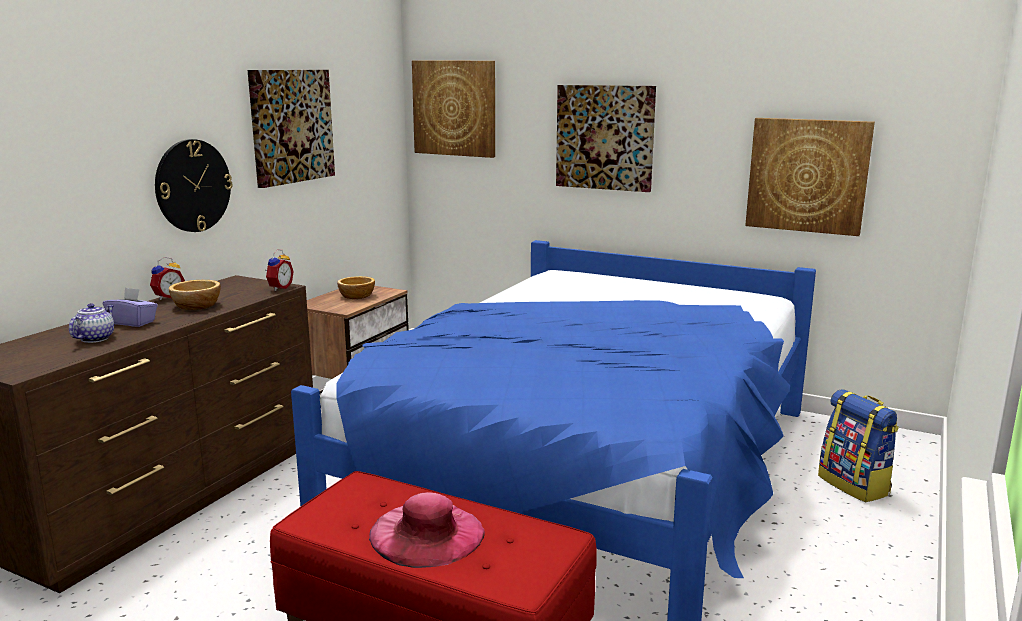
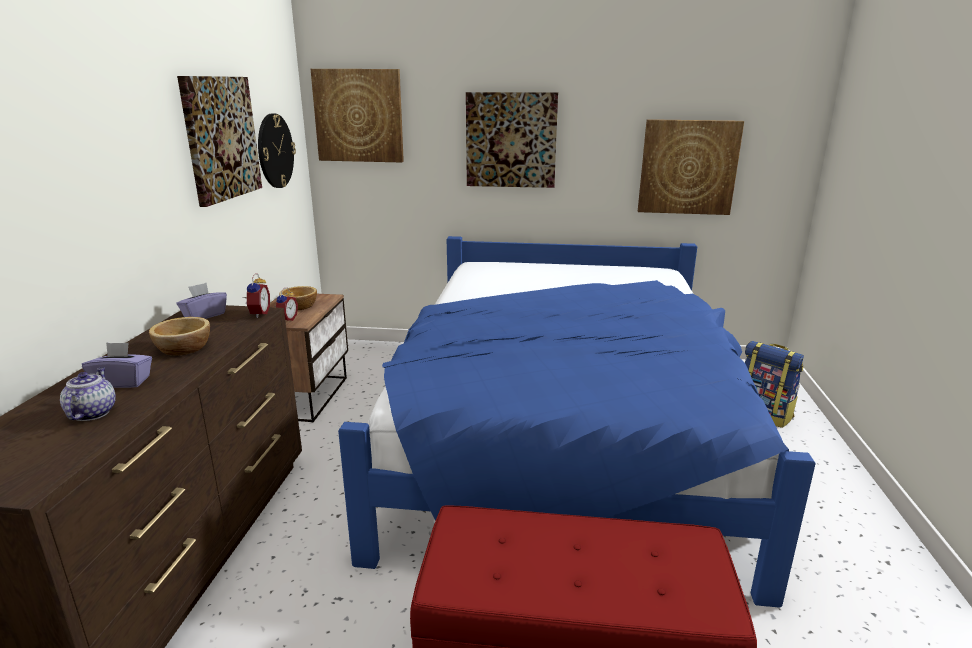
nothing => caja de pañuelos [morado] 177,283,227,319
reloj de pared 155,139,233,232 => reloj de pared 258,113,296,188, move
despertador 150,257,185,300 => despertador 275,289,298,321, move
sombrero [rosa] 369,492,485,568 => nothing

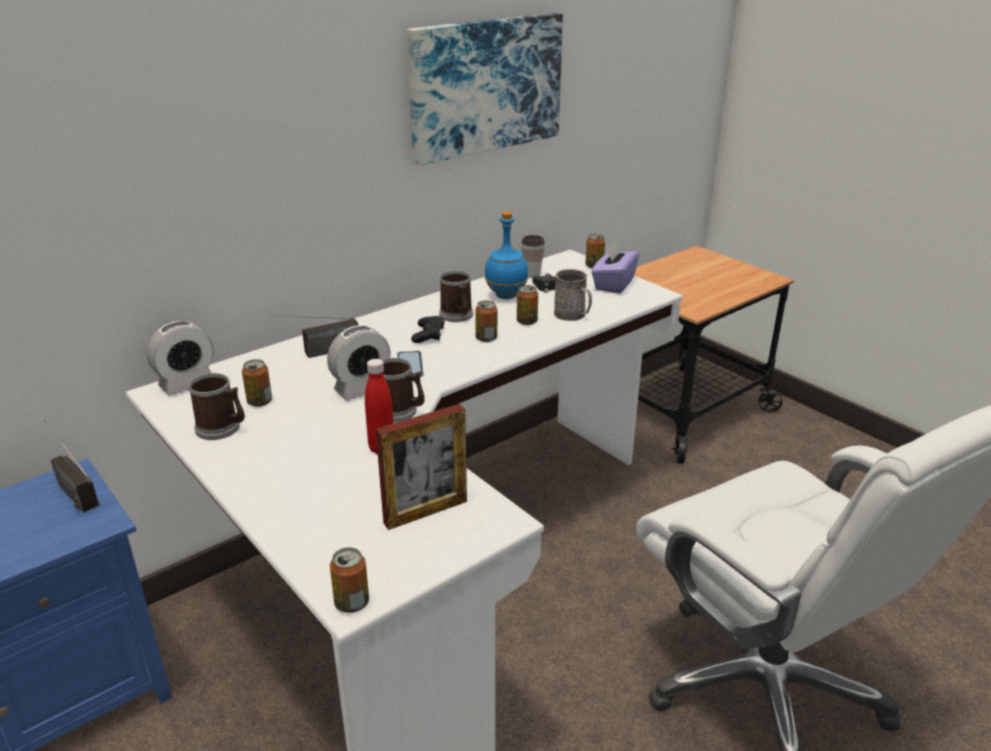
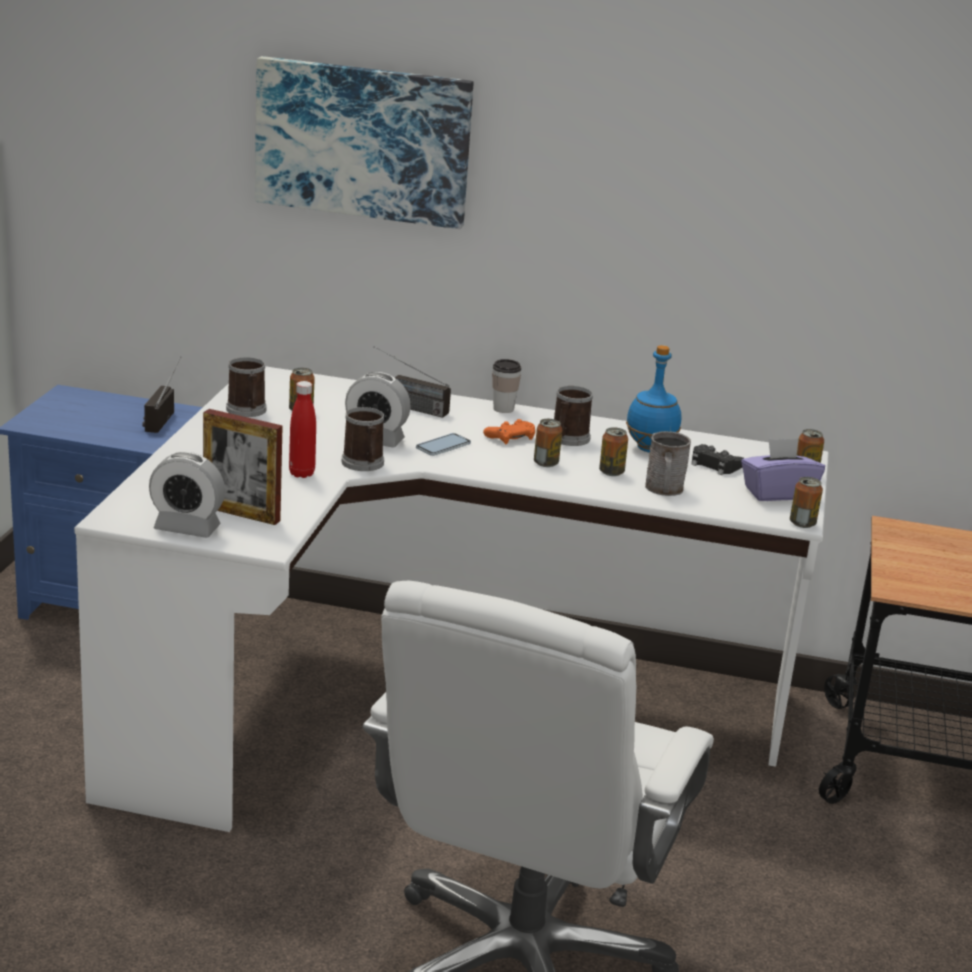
despertador 147,321,214,396 => despertador 149,452,225,538, move
cuadro 407,13,563,165 => cuadro 255,56,474,229, move
mando de consola [negro] 411,316,444,343 => mando de consola [naranja] 483,419,535,444
taza 522,235,545,278 => taza 492,359,521,413, move
lata 330,547,369,613 => lata 790,477,823,528, move

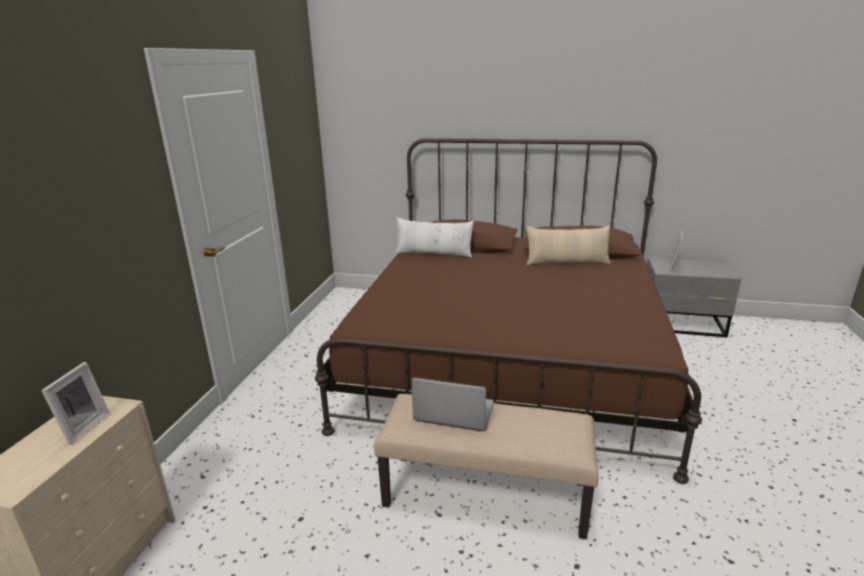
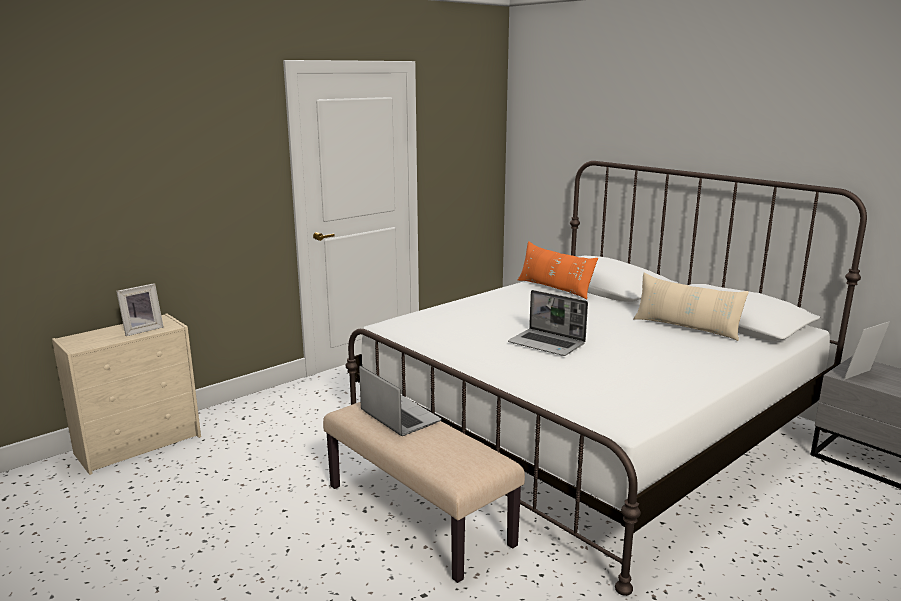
cama [marrón] 315,138,702,484 => cama [blanco] 345,161,867,596
nothing => portátil 508,290,588,356
cojín [blanco] 395,217,474,258 => cojín [naranja] 518,241,598,300

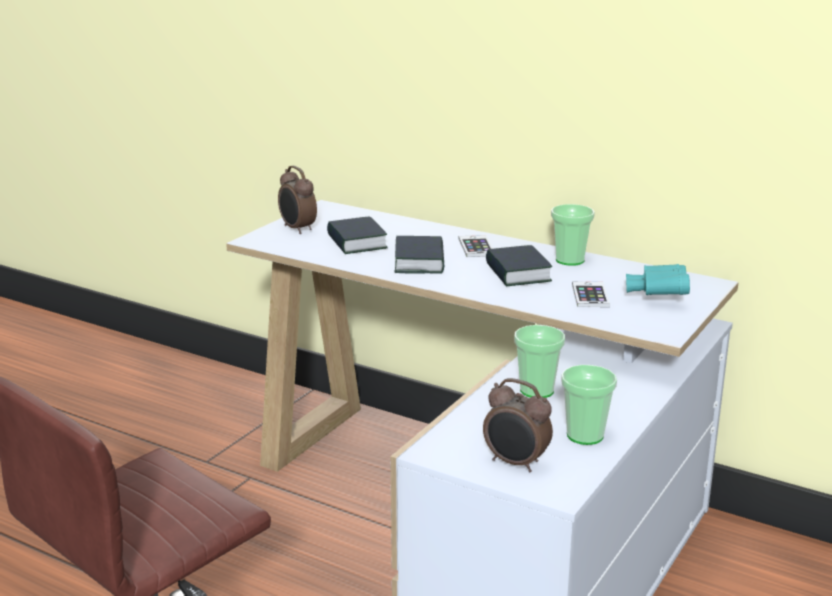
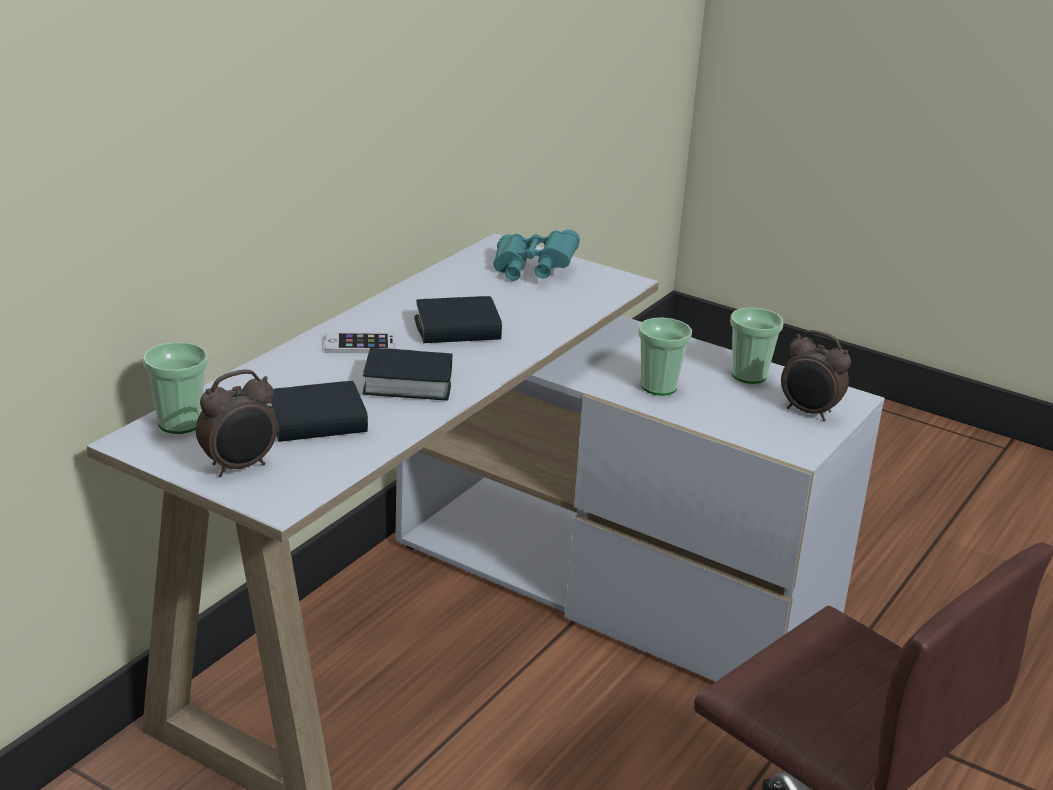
taza 551,204,595,266 => taza 143,342,208,434, move
despertador 483,378,553,472 => despertador 781,330,851,421, 90 degrees clockwise
móvil 572,281,610,307 => nothing

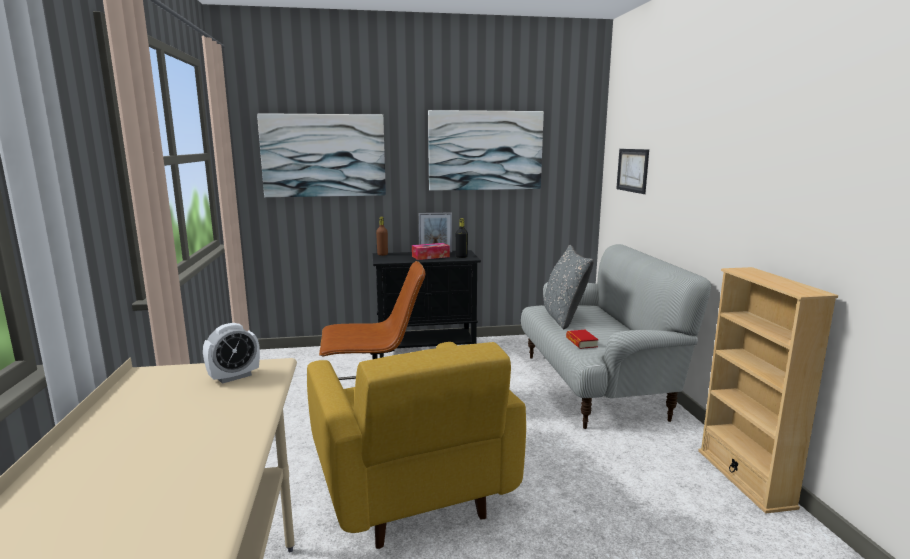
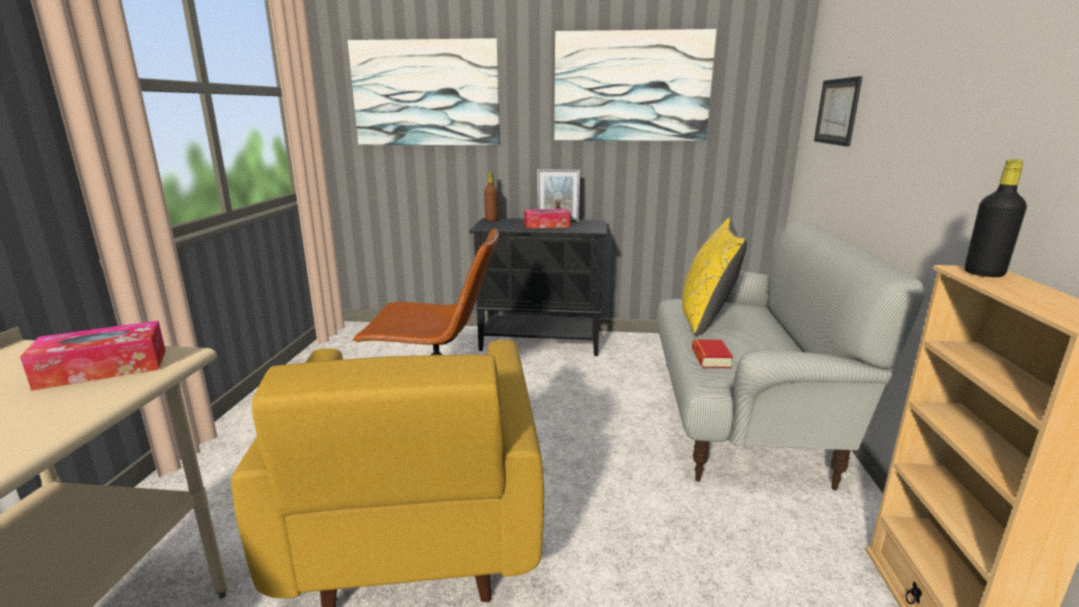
despertador 203,323,260,384 => caja de pañuelos 20,321,166,391
cojín [gris] 544,245,594,329 => cojín [amarillo] 682,218,747,336
botella [negro] 456,218,468,258 => botella [negro] 965,159,1027,277, move

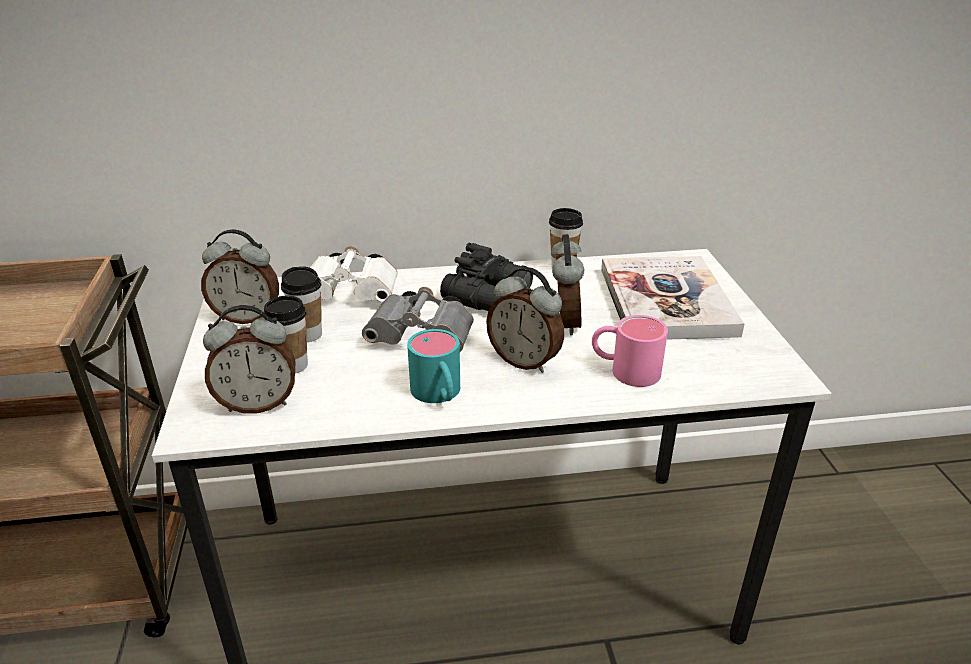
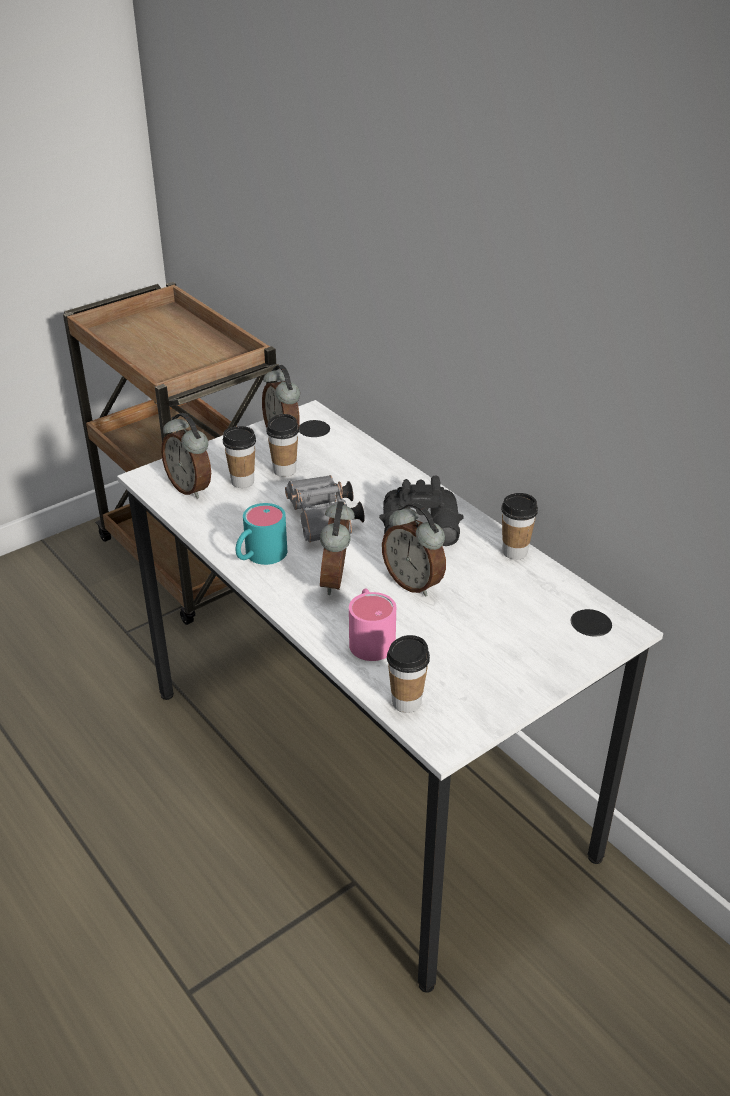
despertador 551,234,584,336 => despertador 382,503,446,597, 75 degrees clockwise
nothing => taza 387,635,430,713
prismáticos [blanco] 310,246,398,303 => nothing
libro 601,256,744,340 => nothing

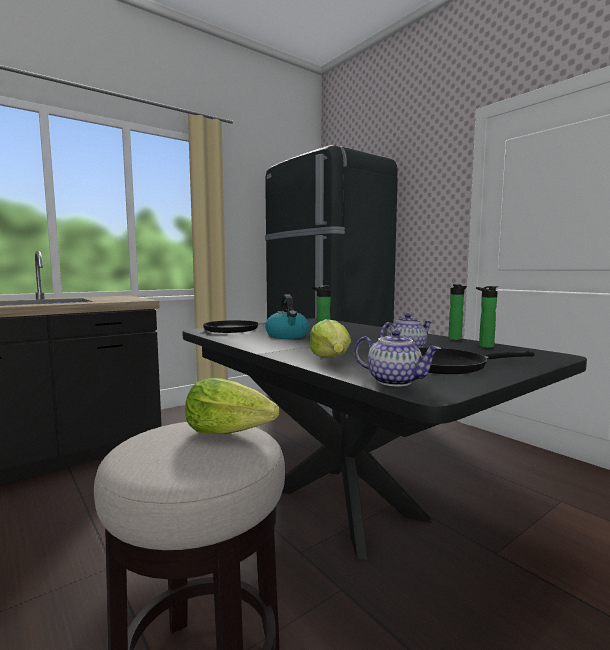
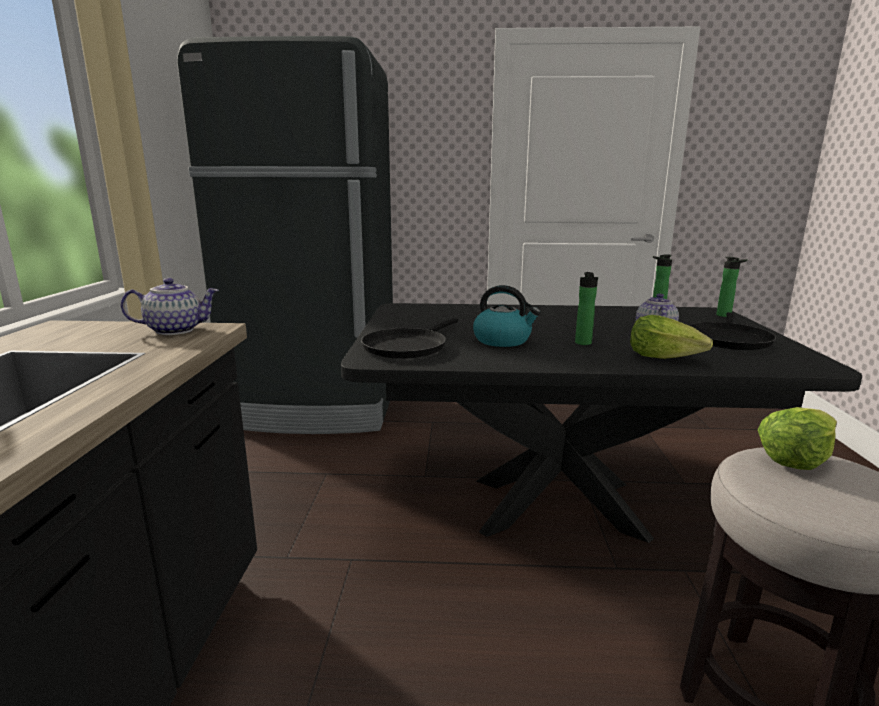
tetera 354,330,441,387 => tetera 121,278,219,335, move
botella 448,284,467,340 => botella 716,257,747,317, move

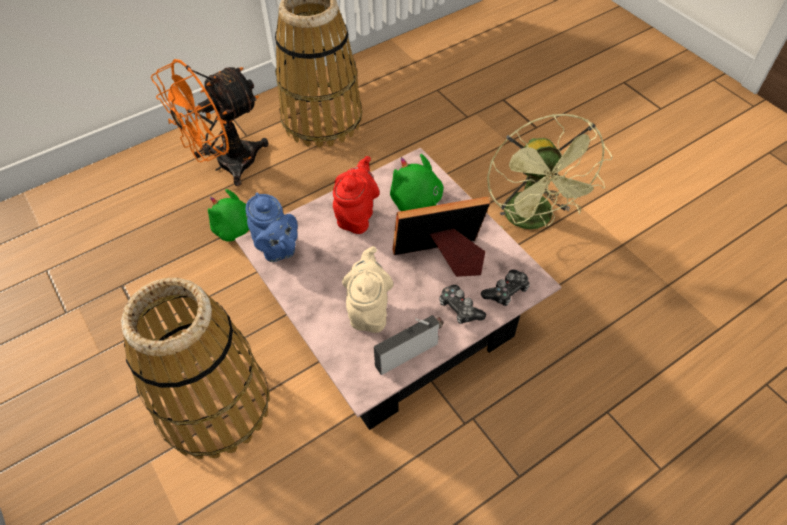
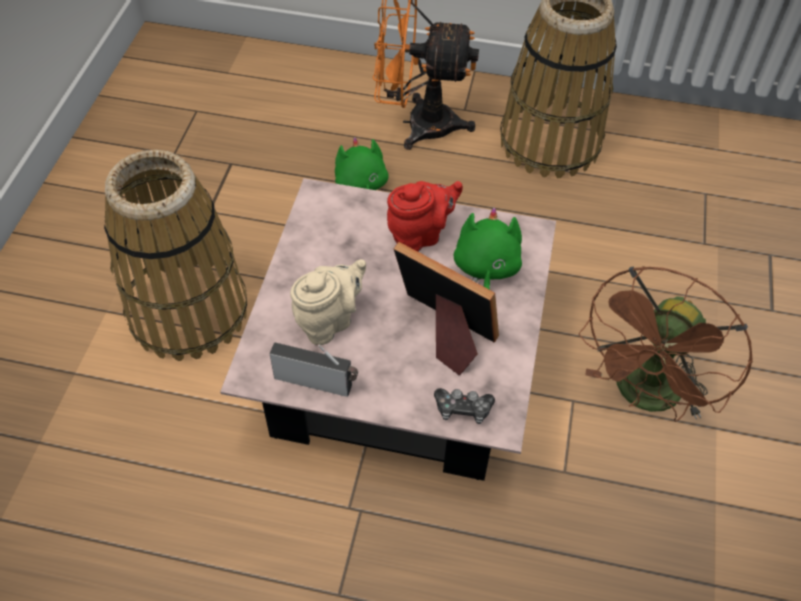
ventilador [verde] 487,114,613,229 => ventilador [marrón] 579,266,753,422
tetera [azul] 245,192,298,262 => nothing
mando de consola 439,285,486,324 => nothing

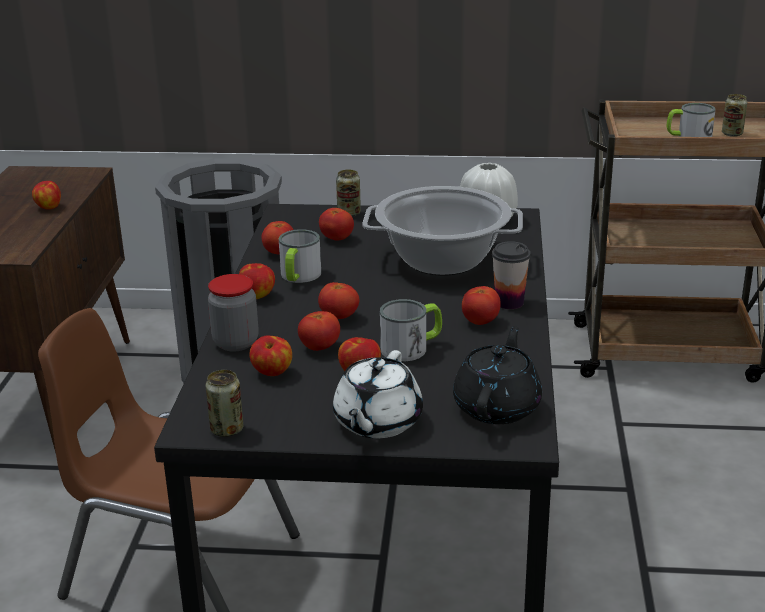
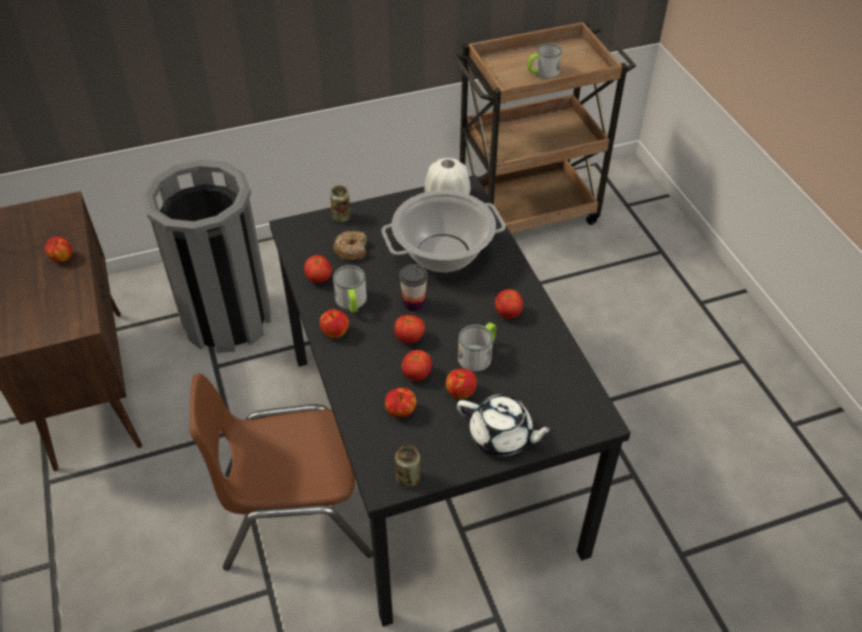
tomate 319,208,354,241 => rosquilla 333,231,367,260
taza 492,241,531,309 => taza 399,264,428,312, move
tetera [blanco] 333,350,423,438 => tetera [blanco] 457,394,555,456, 60 degrees counterclockwise
tarro 208,274,259,352 => nothing
tetera [negro] 453,326,542,424 => nothing
lata 722,94,747,137 => nothing

